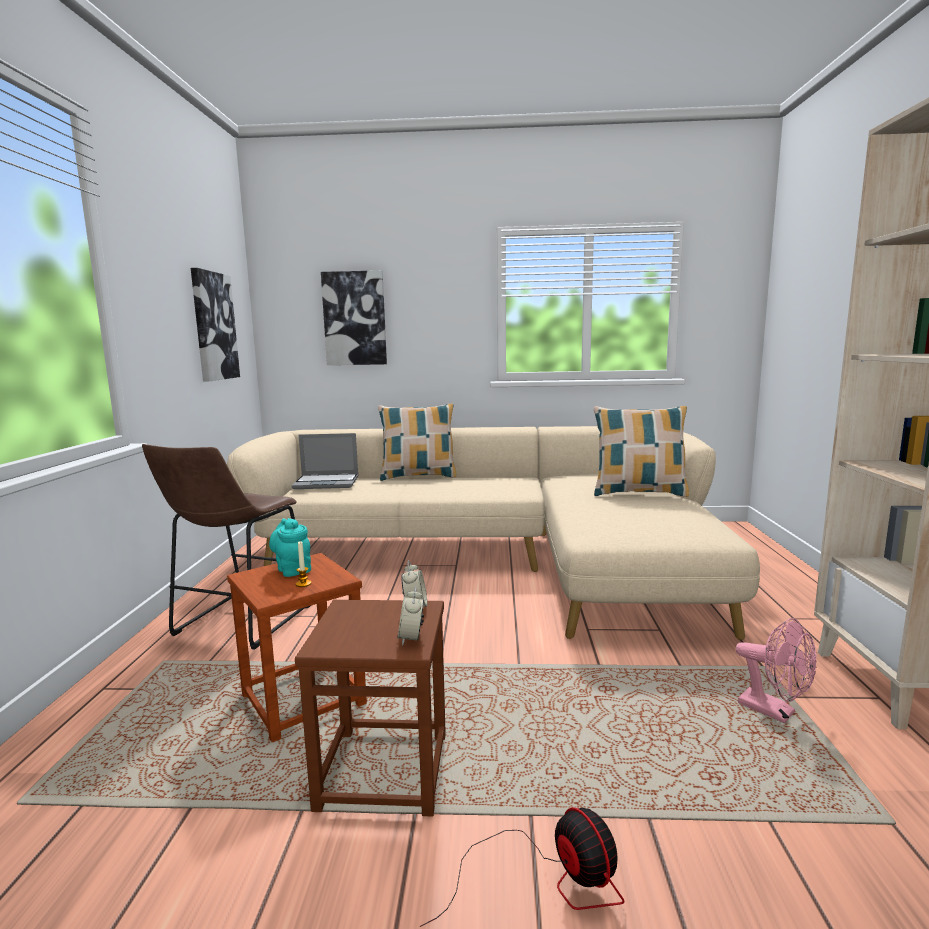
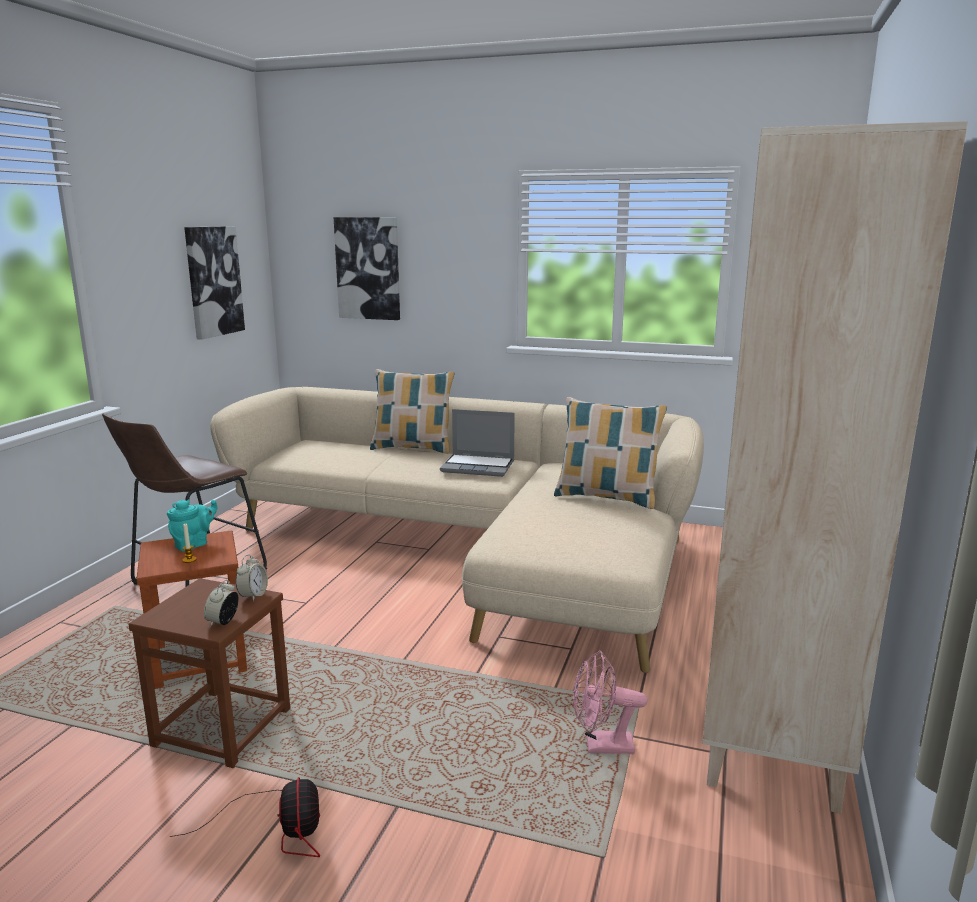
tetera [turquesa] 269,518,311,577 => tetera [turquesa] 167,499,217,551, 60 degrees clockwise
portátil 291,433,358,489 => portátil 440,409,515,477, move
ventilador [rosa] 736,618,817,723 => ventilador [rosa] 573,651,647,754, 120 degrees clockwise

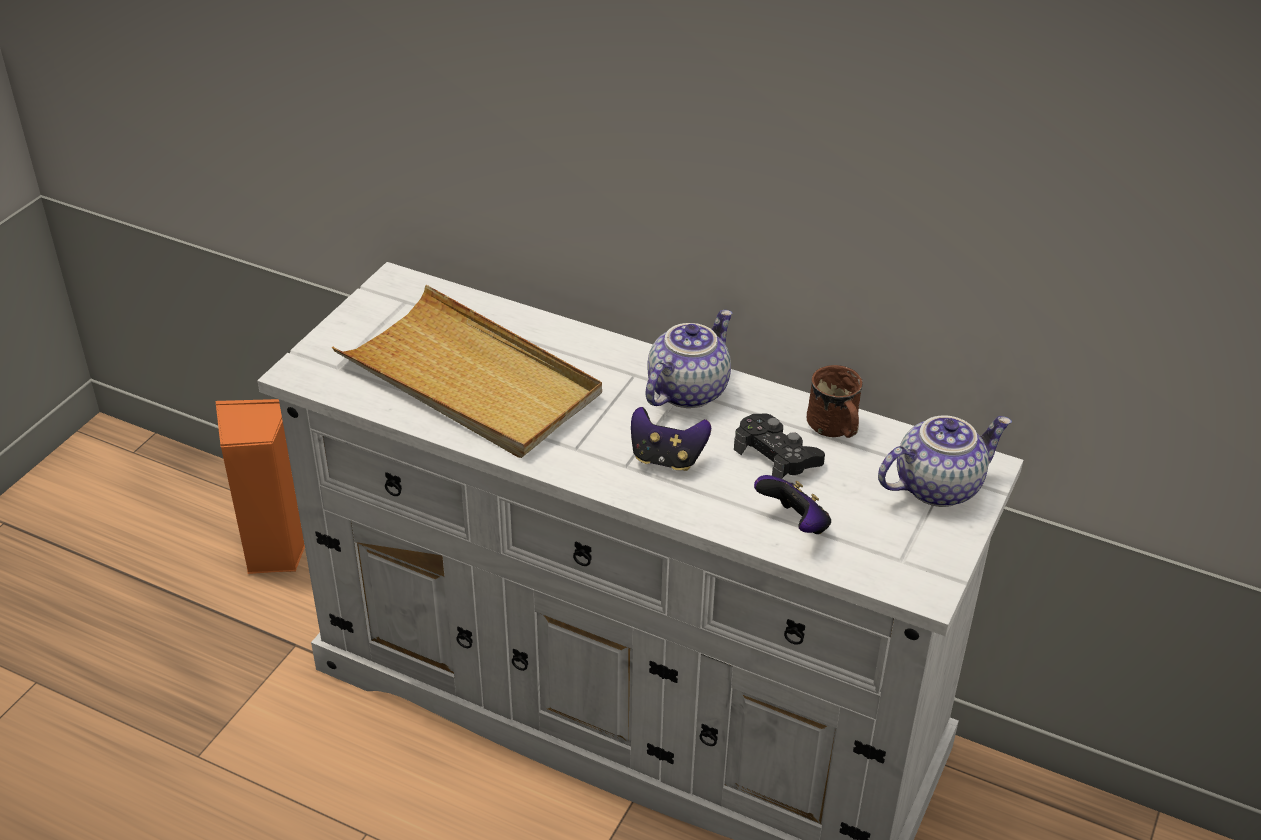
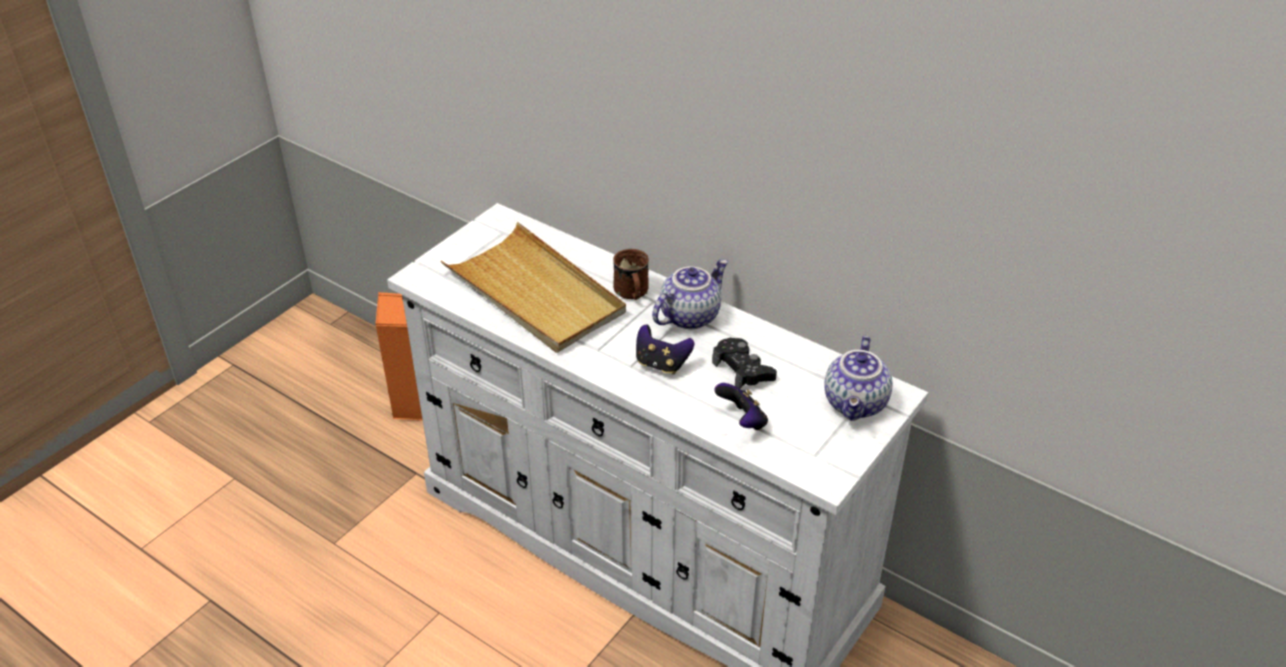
taza grande [marrón] 807,365,863,438 => taza grande [marrón] 613,249,649,300, move
tetera 878,415,1012,507 => tetera 824,335,893,421, 120 degrees clockwise

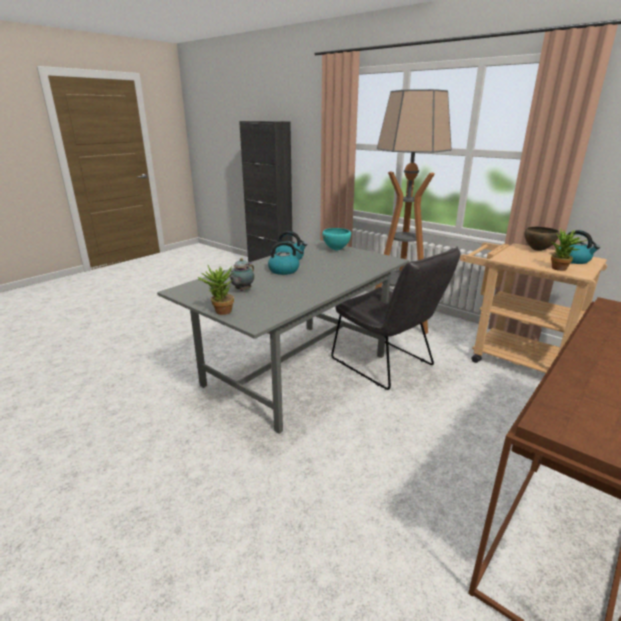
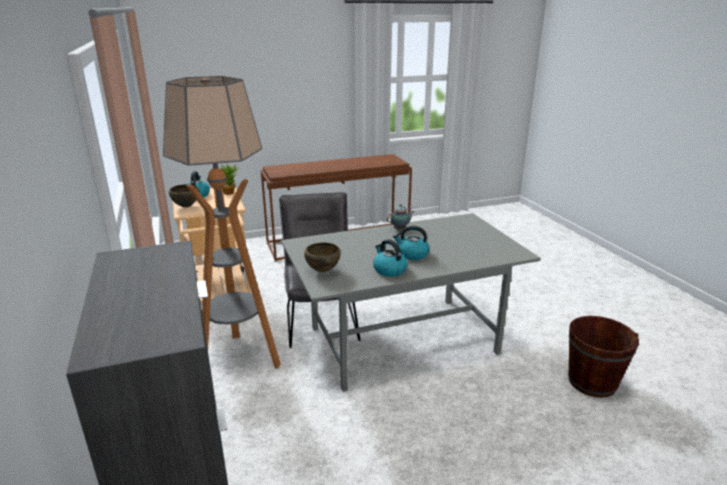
cuenco [turquesa] 322,228,351,250 => cuenco [marrón] 304,243,341,272
tetera 228,258,254,291 => tetera 387,204,414,230, move
nothing => cubo [marrón] 568,316,639,398
planta en maceta 198,265,234,315 => nothing

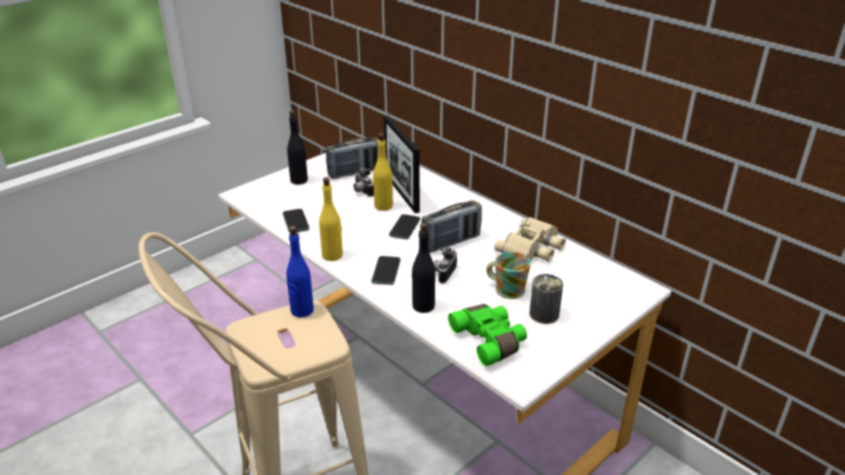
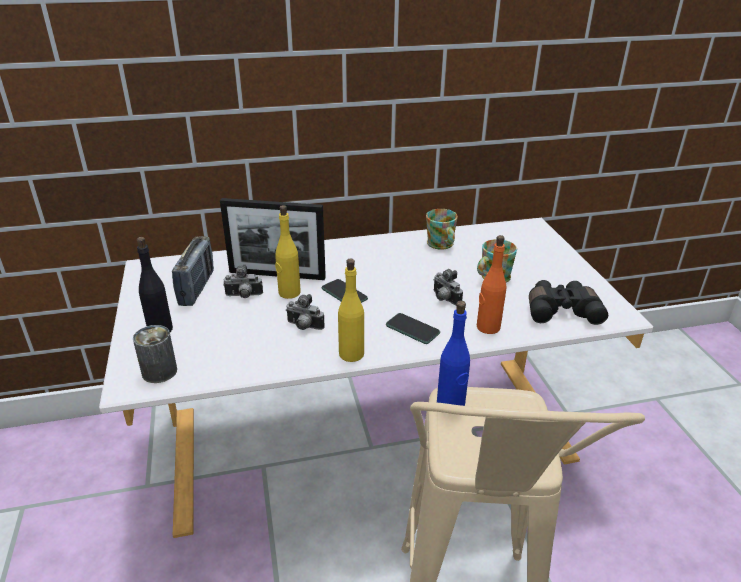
lata 529,274,563,324 => lata 133,325,177,383, move
nothing => cámara 286,294,325,330
prismáticos [beis] 495,217,566,262 => taza grande 426,209,458,250
botella [negro] 412,223,435,313 => botella [naranja] 477,235,506,334
prismáticos [verde] 448,304,527,366 => prismáticos [negro] 529,280,608,325
móvil 283,209,309,233 => nothing
radio 421,200,482,253 => nothing

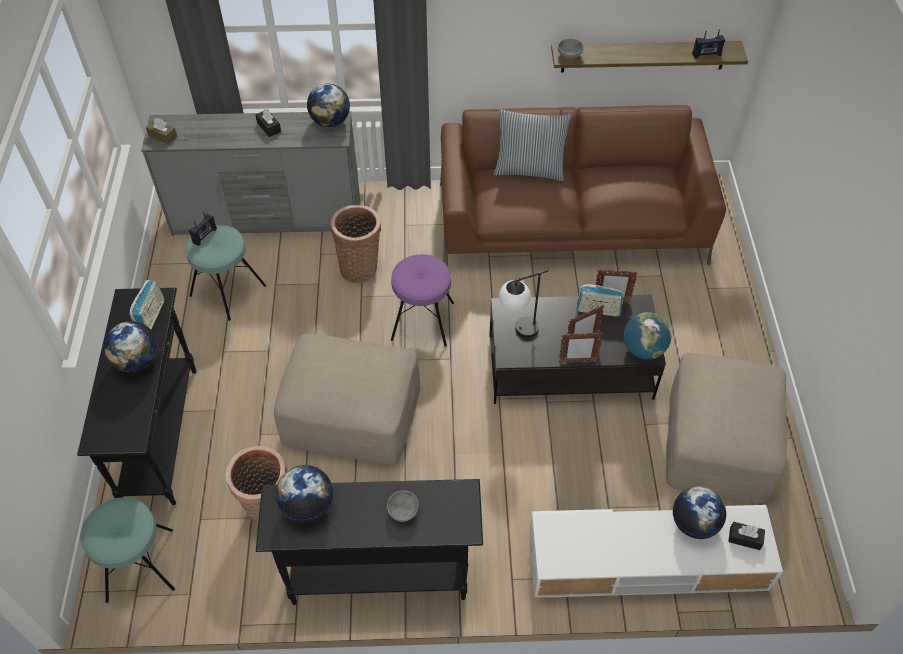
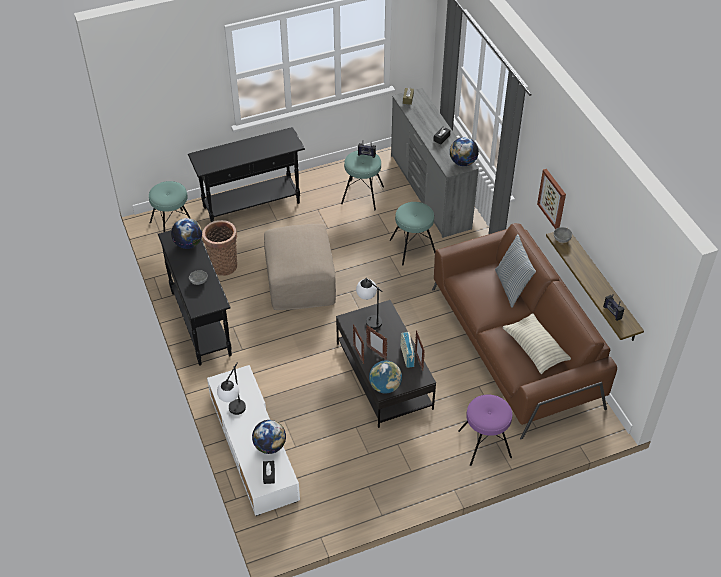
nothing => lámpara de mesa 217,363,246,415
cesta 331,205,381,283 => taburete [turquesa] 390,202,435,265
taburete [morado] 391,254,454,347 => taburete [morado] 458,395,512,466, move
nothing => cojín 502,313,571,374
nothing => cuadro 537,169,566,229
globo terráqueo 104,321,158,373 => nothing
radio 130,280,164,330 => nothing
puf [beis] 666,353,787,503 => nothing

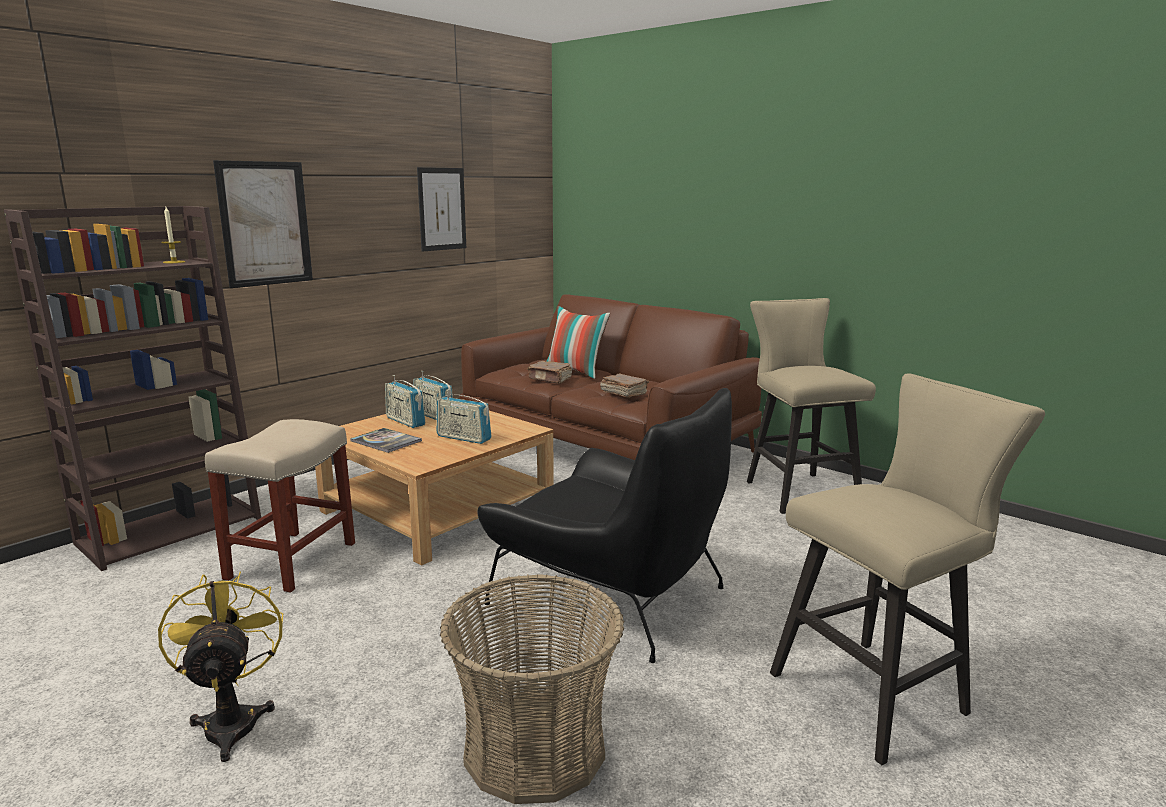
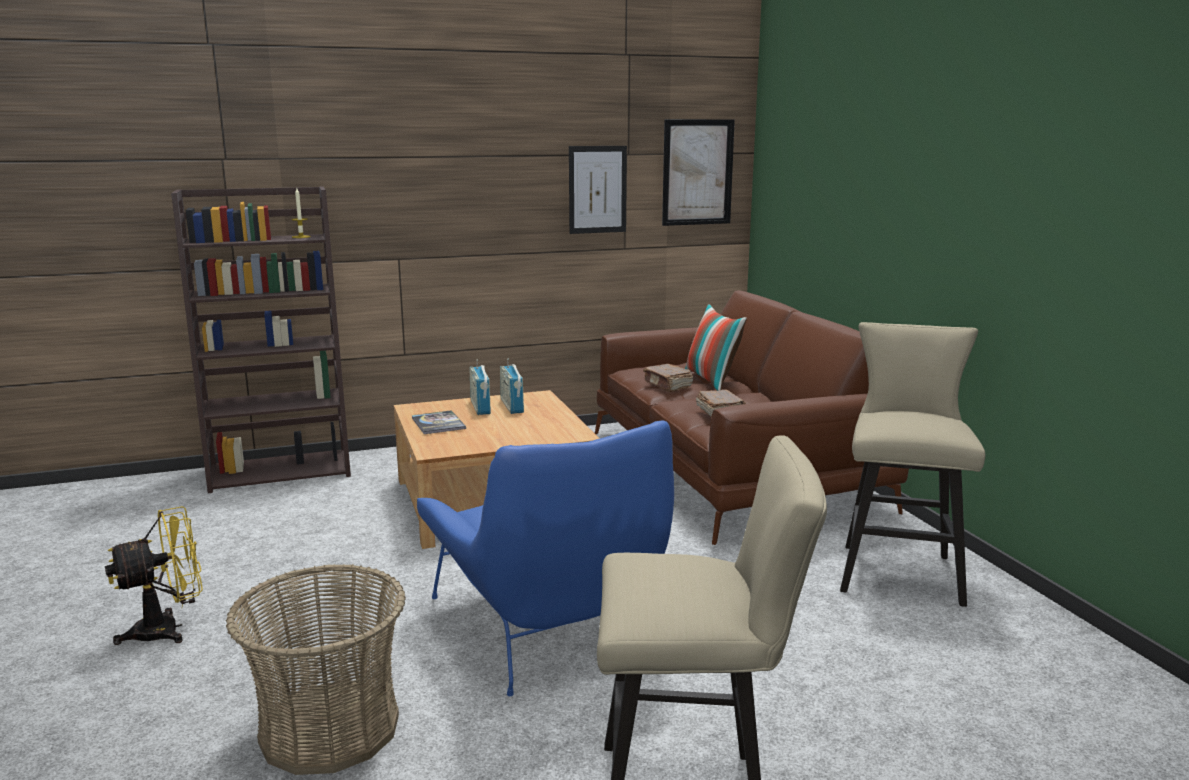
ventilador [amarillo] 158,571,283,762 => ventilador [amarillo] 105,506,203,645, 45 degrees clockwise
sillón [negro] 478,388,732,663 => sillón [azul] 417,421,674,696
cuadro 213,160,313,288 => cuadro 662,119,735,226, move
taburete [beis] 205,419,355,593 => nothing
radio 437,390,491,444 => nothing

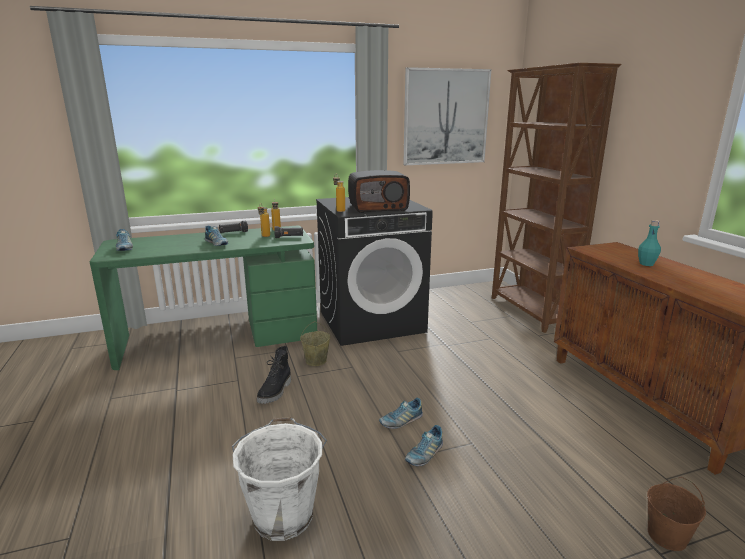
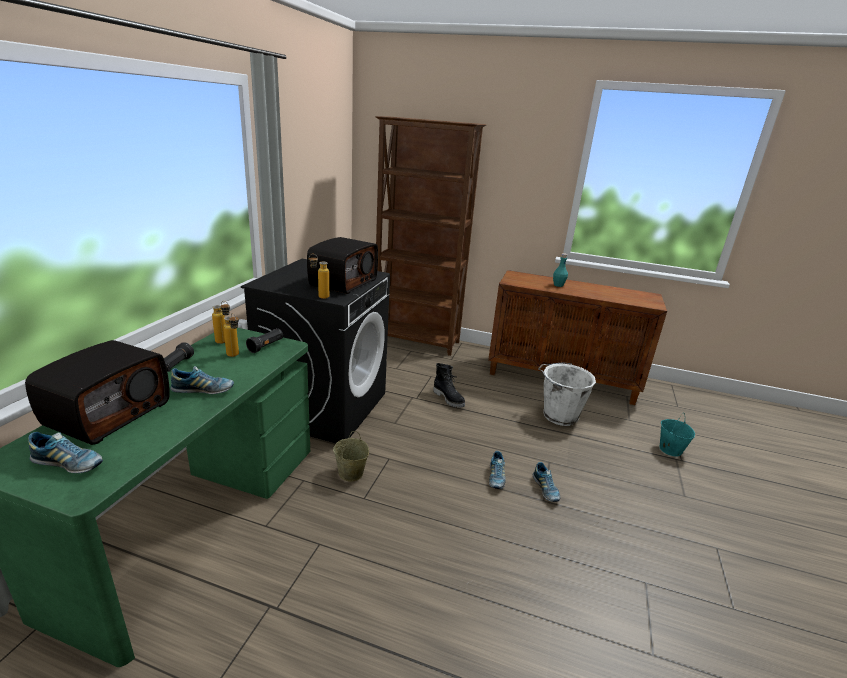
nothing => radio 25,340,170,445
bota [negro] 257,346,291,404 => bota [negro] 433,363,465,408, move
cubo [blanco] 232,417,327,541 => cubo [blanco] 538,362,596,426, move
cubo [marrón] 647,477,706,551 => cubo [turquesa] 659,413,695,456
cuadro 403,67,491,165 => nothing

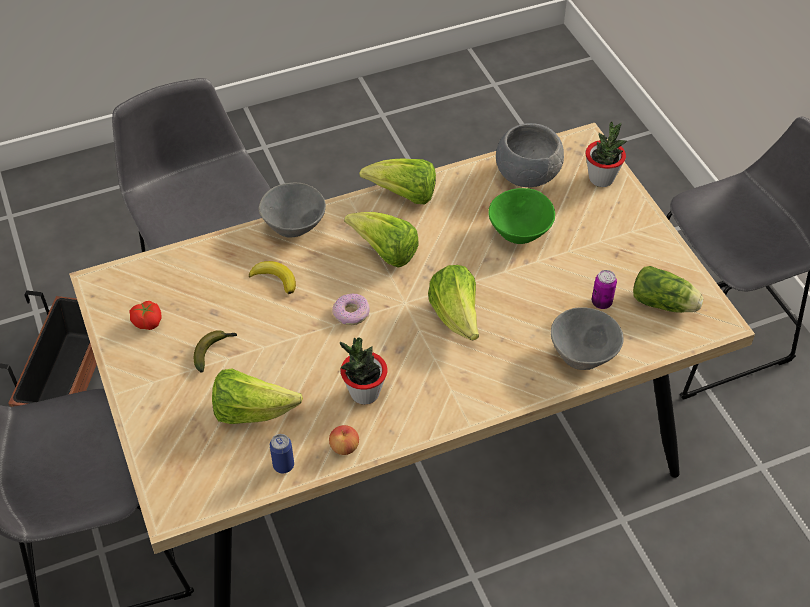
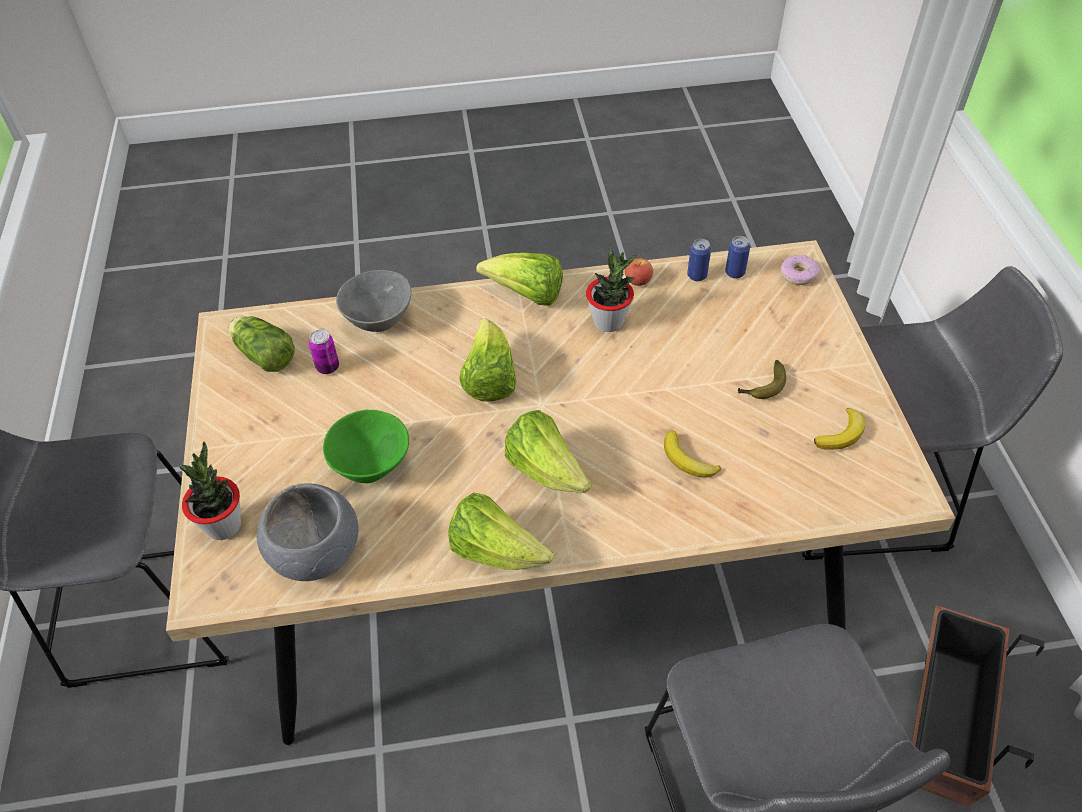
lechuga 212,369,303,424 => lechuga 476,253,563,306, move
nothing => lata 725,236,750,279
rosquilla 332,294,370,325 => rosquilla 781,255,820,285, move
tomate 130,301,162,330 => plátano 814,408,866,450
cuenco [gris] 259,183,326,238 => nothing

